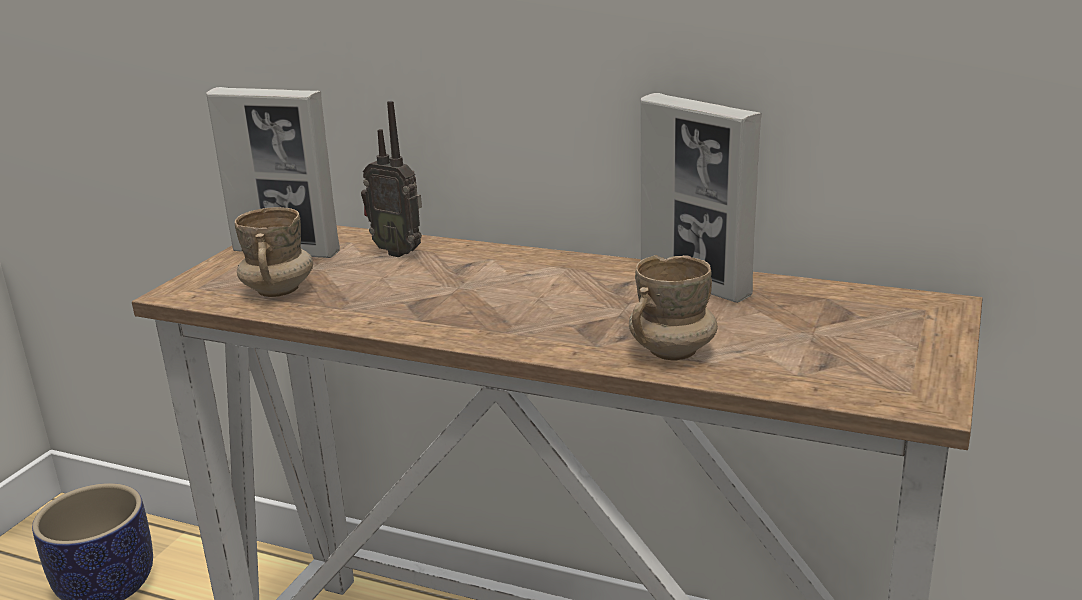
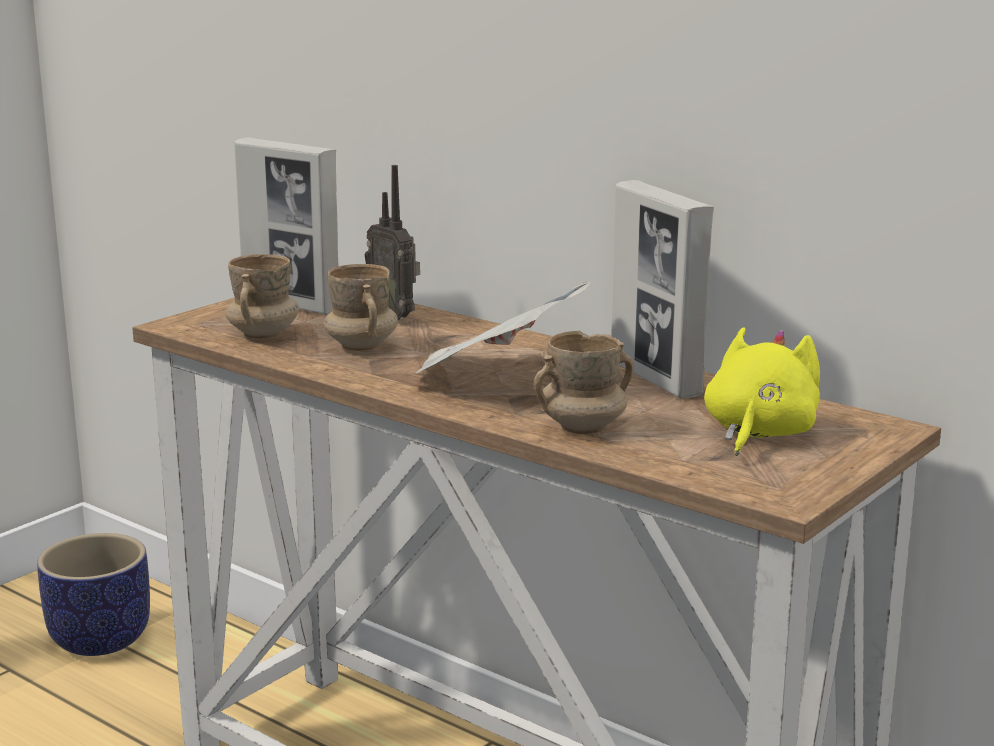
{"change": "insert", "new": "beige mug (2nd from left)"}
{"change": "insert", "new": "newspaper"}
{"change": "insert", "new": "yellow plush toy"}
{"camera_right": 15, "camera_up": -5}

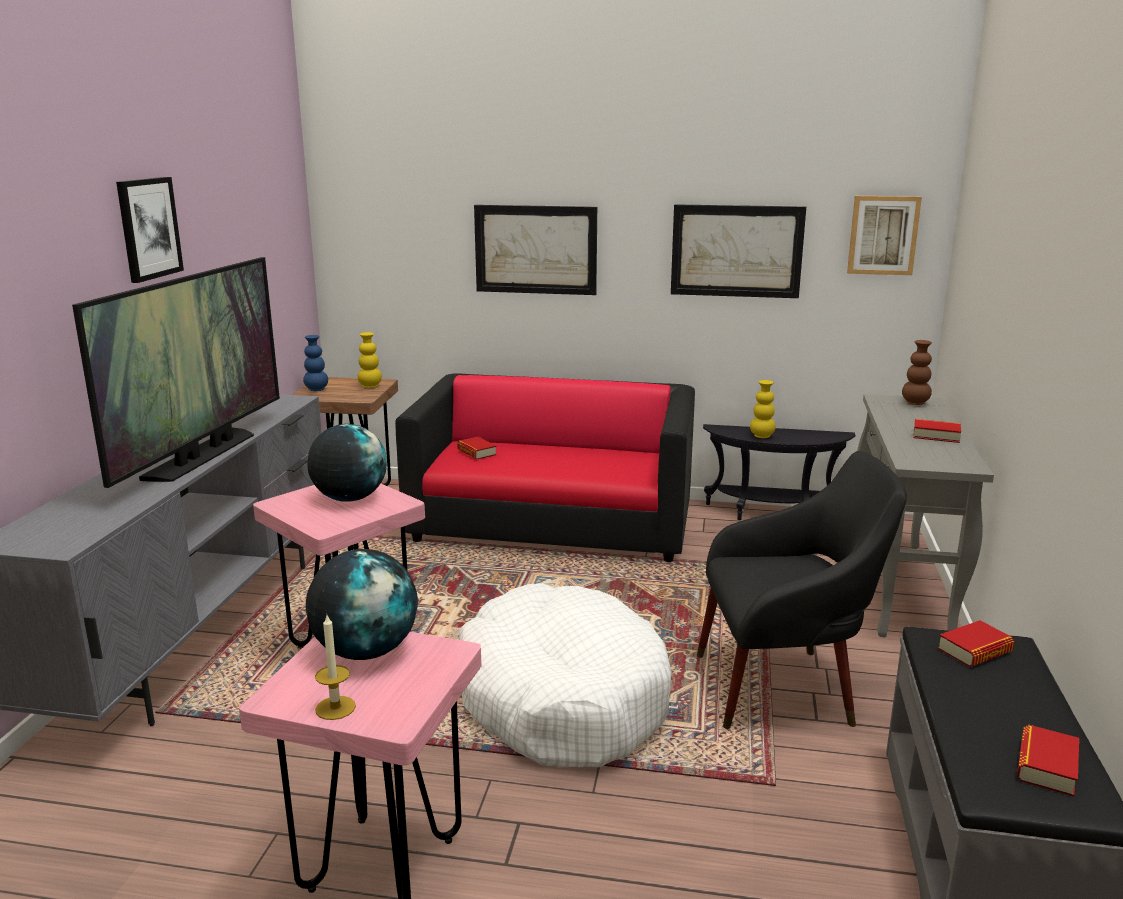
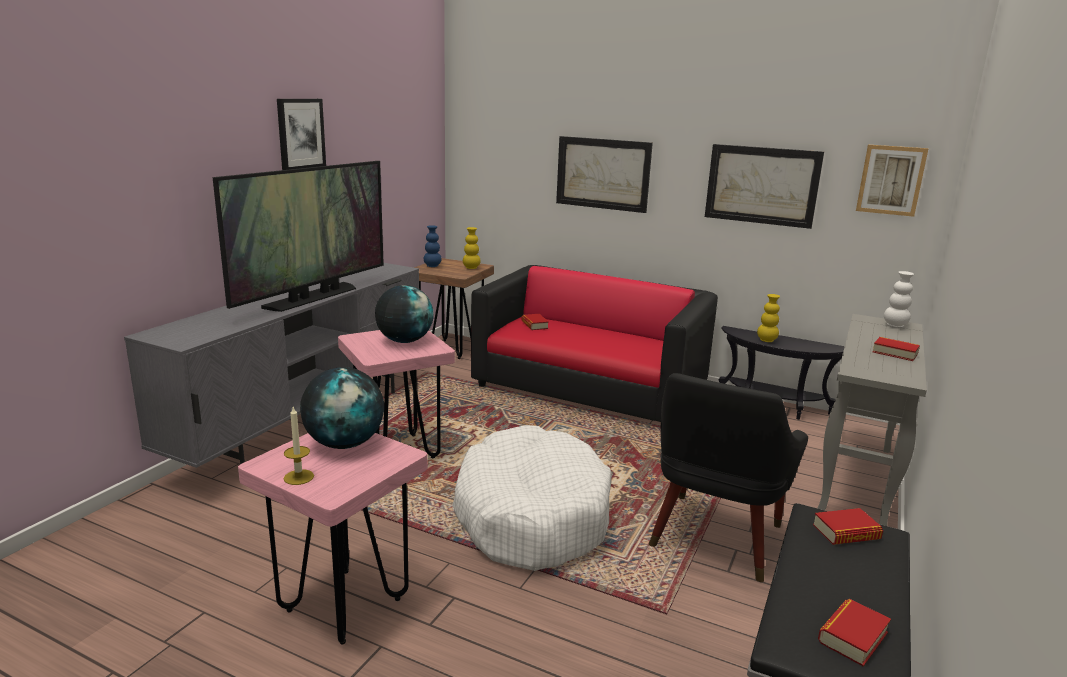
{"change": "rotate", "old": "black armchair", "degrees": 105}
{"change": "recolor", "old": "brown vase", "new": "white vase"}
{"camera_right": 15, "camera_up": 0}

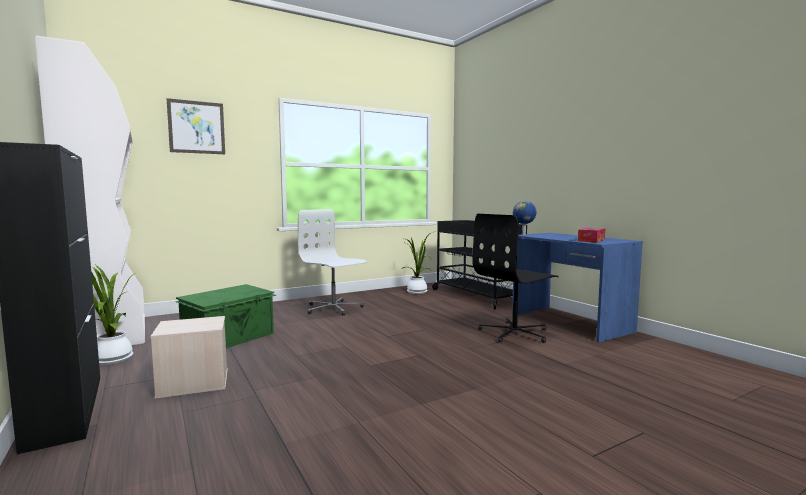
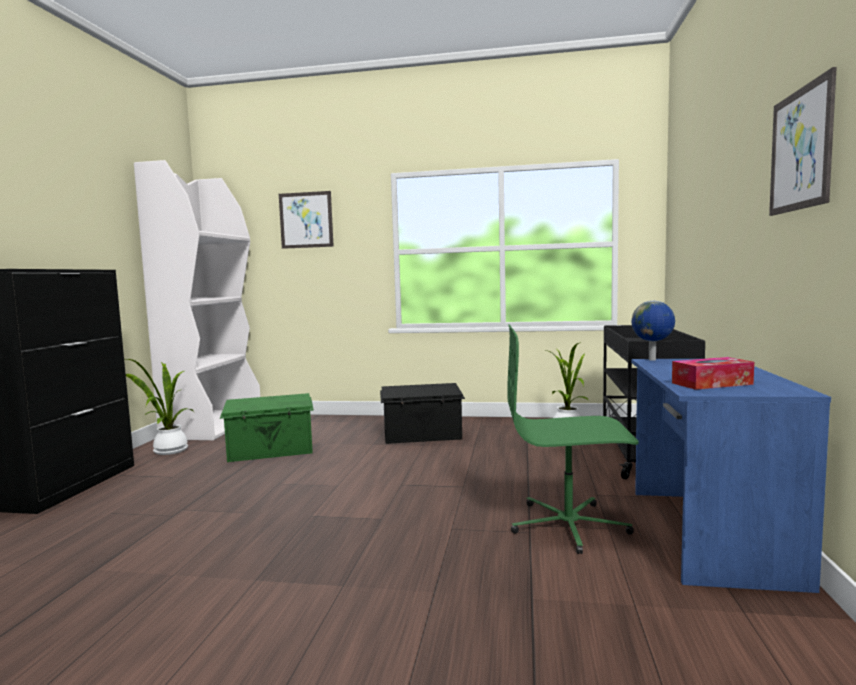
{"change": "delete", "old": "beige storage box"}
{"change": "replace", "old": "white office chair", "new": "black storage box"}
{"change": "recolor", "old": "black office chair", "new": "green office chair"}
{"change": "insert", "new": "picture (2nd from left)"}
{"camera_right": 40, "camera_up": 0}

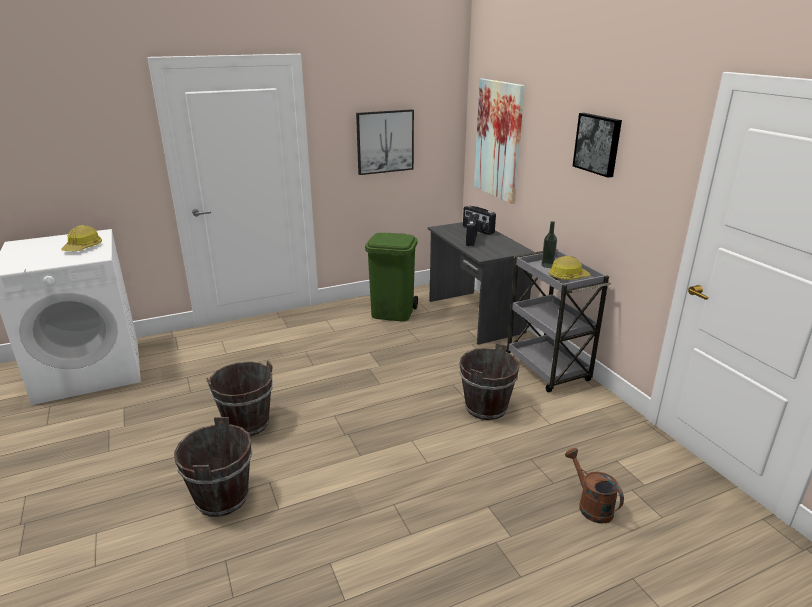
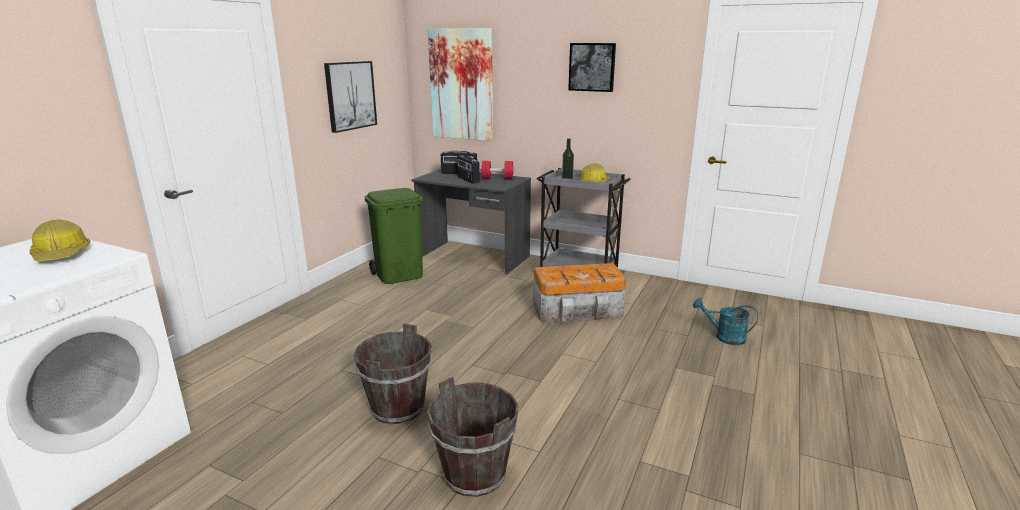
{"change": "replace", "old": "brown bucket (3rd from left)", "new": "storage box"}
{"change": "recolor", "old": "brown watering can", "new": "turquoise watering can"}
{"change": "insert", "new": "red dumbbell"}
{"camera_right": -40, "camera_up": -5}

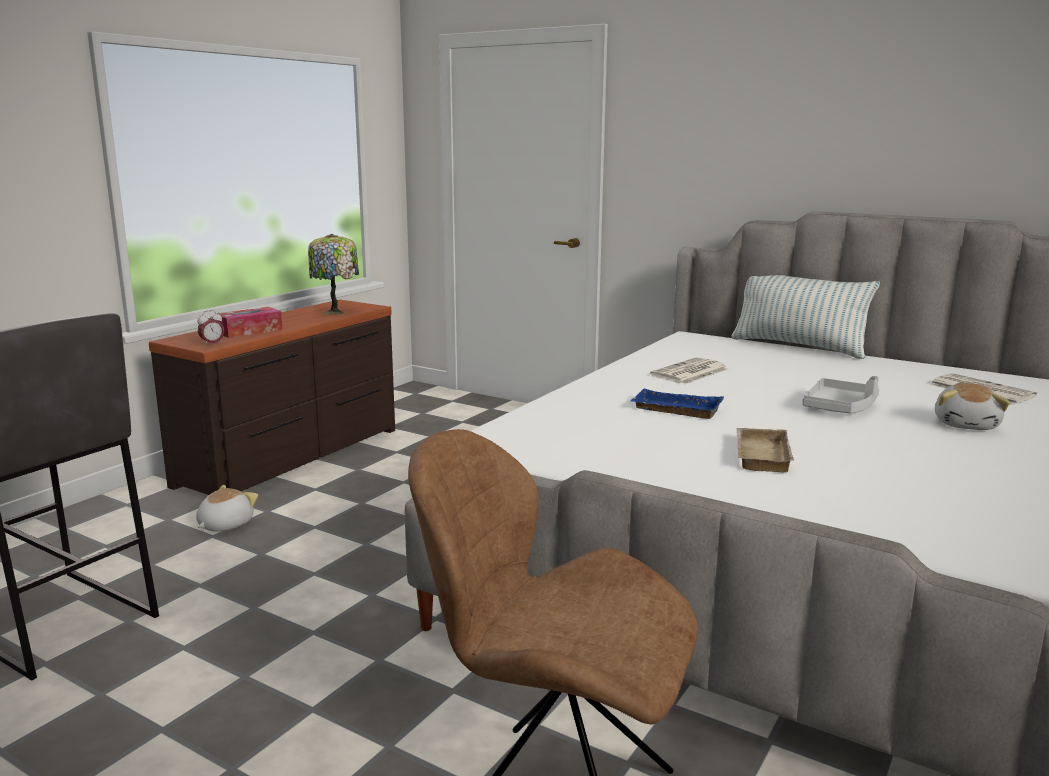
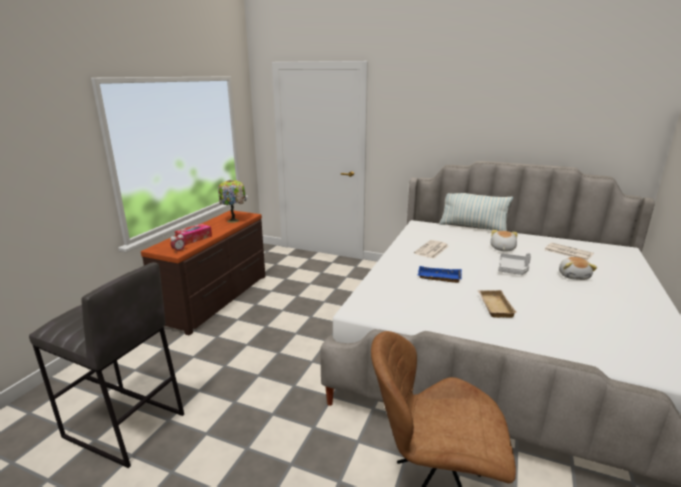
{"change": "move", "old": "plush toy (1st from left)"}
{"camera_right": -10, "camera_up": 5}

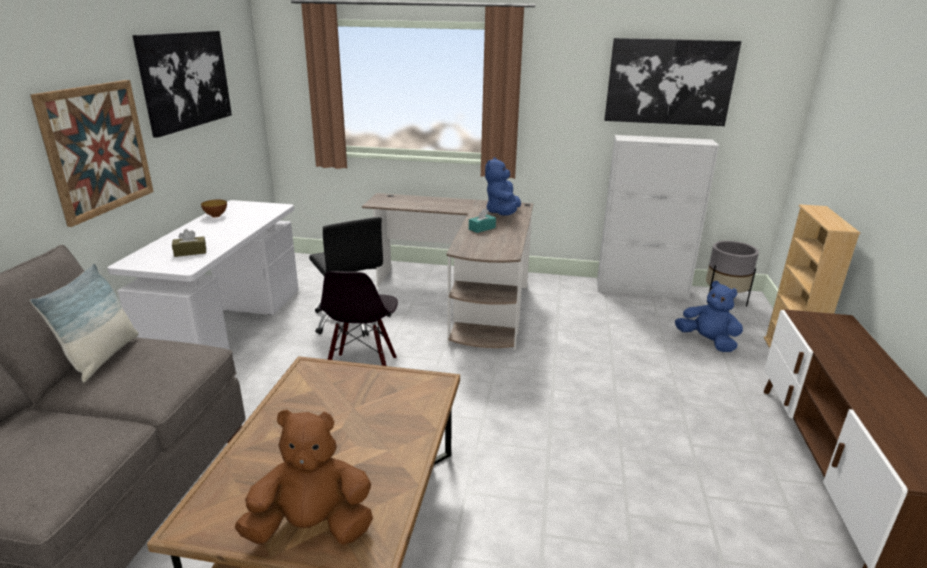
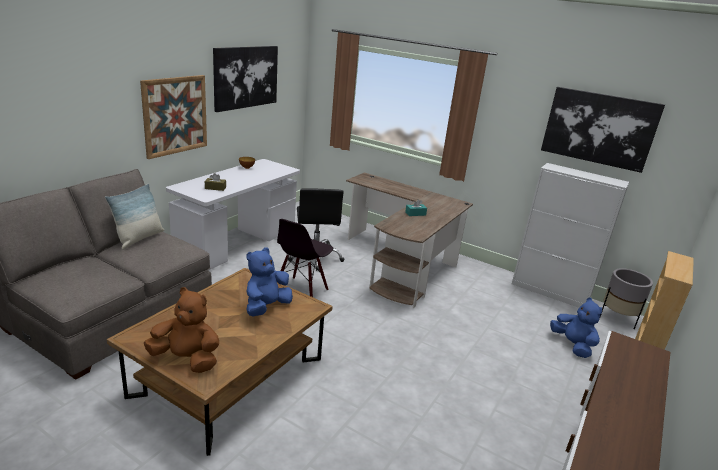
{"change": "move", "old": "blue plush toy (1st from left)"}
{"camera_right": 20, "camera_up": 0}

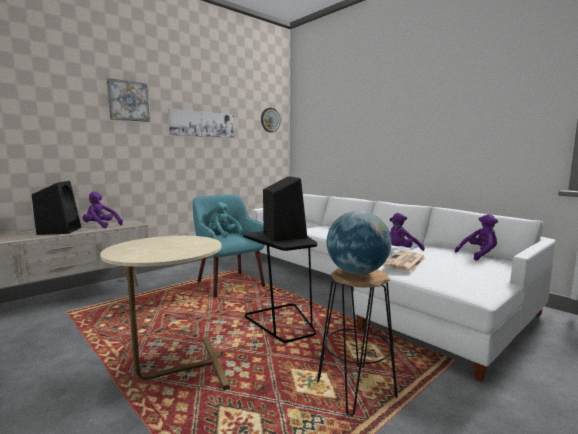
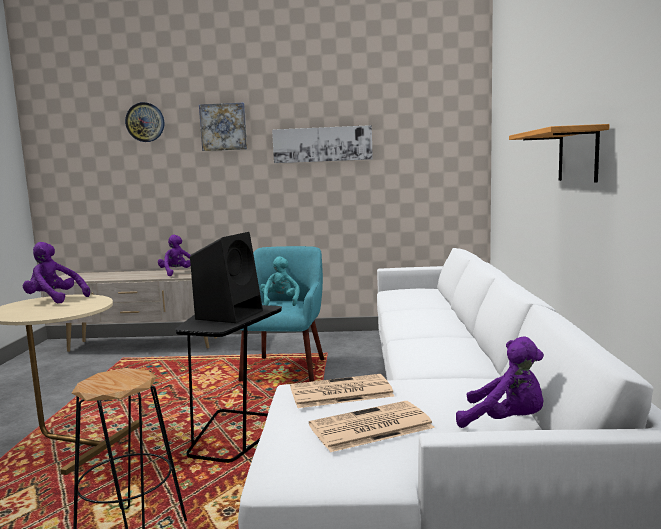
{"change": "delete", "old": "black speaker (1st from left)"}
{"change": "move", "old": "wall clock"}
{"change": "delete", "old": "globe"}
{"change": "move", "old": "purple plush toy (2nd from left in the first image)", "new": "purple plush toy (1st from left)"}
{"change": "insert", "new": "newspaper (2nd from left)"}
{"change": "insert", "new": "shelf"}
{"camera_right": 45, "camera_up": 0}

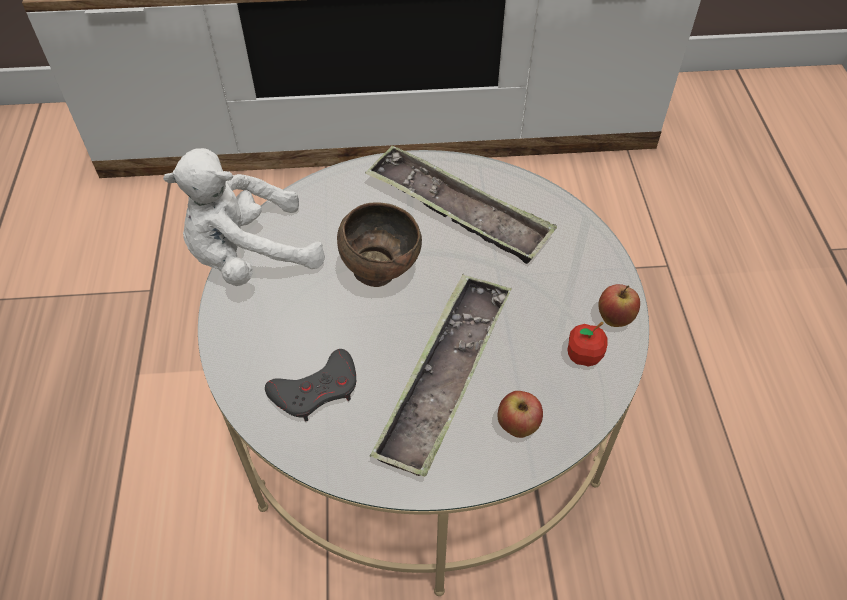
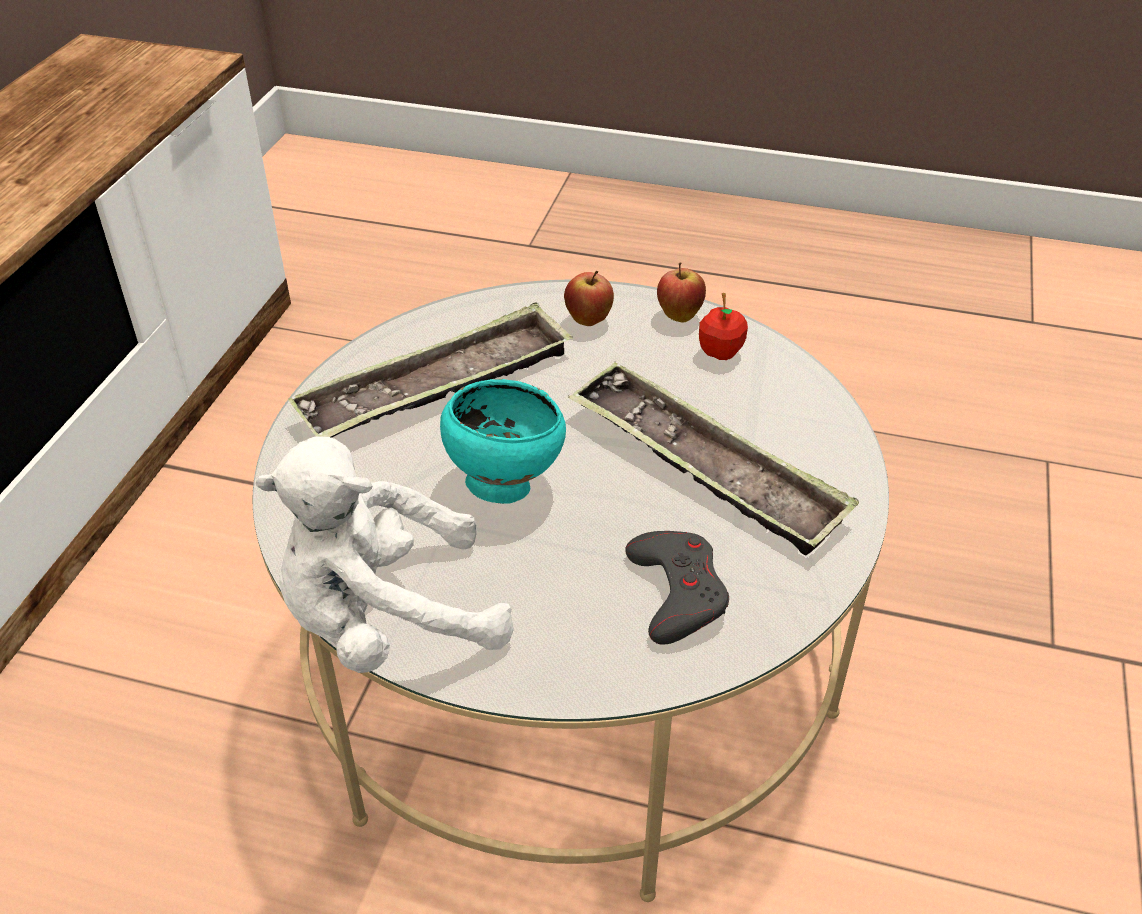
{"change": "rotate", "old": "white plush toy", "degrees": 75}
{"change": "recolor", "old": "brown bowl", "new": "turquoise bowl"}
{"change": "move", "old": "apple (1st from left)"}
{"camera_right": -70, "camera_up": -10}

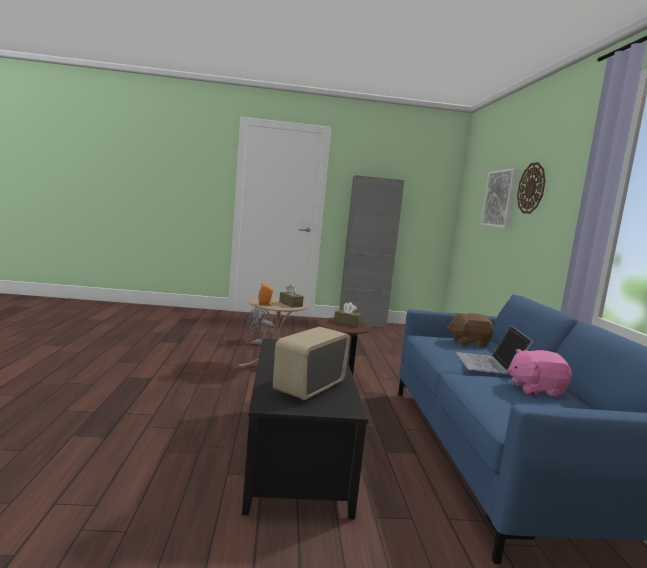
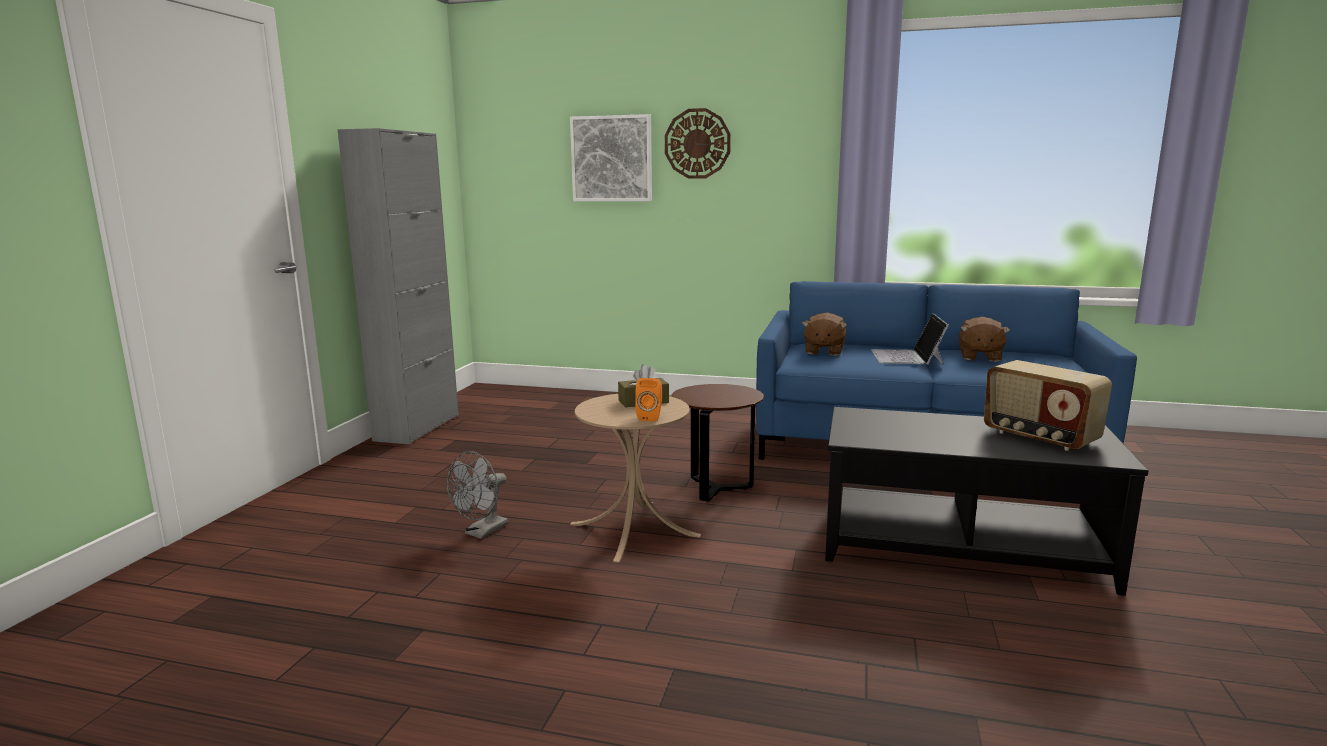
{"change": "delete", "old": "brown tissue box (2nd from left)"}
{"change": "rotate", "old": "laptop", "degrees": 75}
{"change": "recolor", "old": "pink plush toy", "new": "brown plush toy (2nd from left)"}
{"camera_right": -70, "camera_up": 5}

